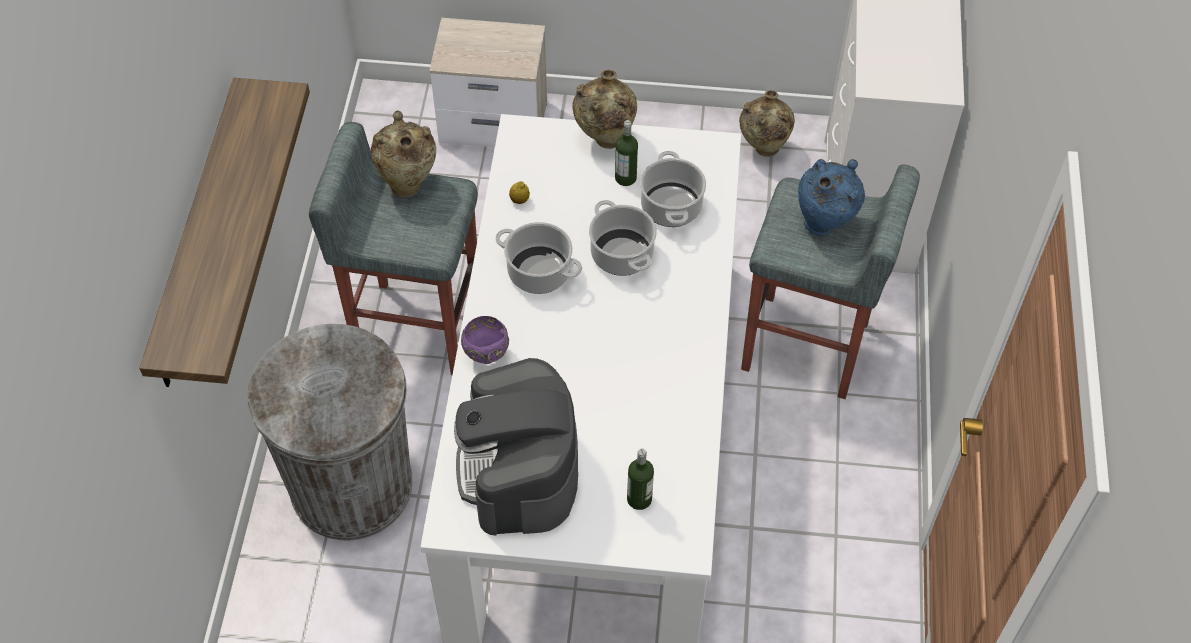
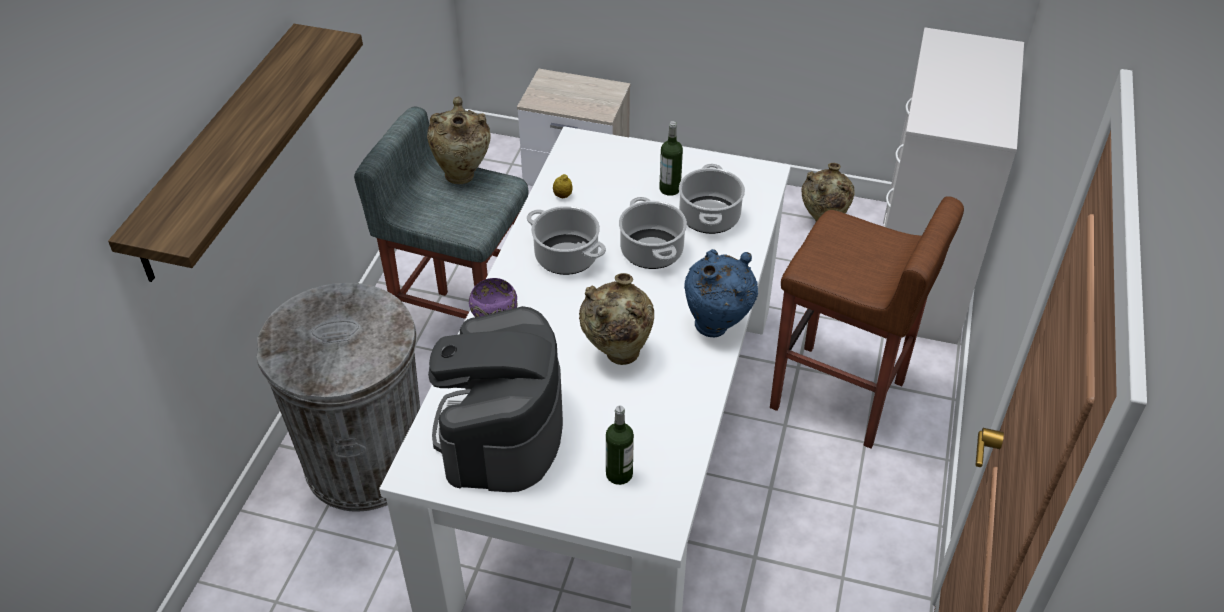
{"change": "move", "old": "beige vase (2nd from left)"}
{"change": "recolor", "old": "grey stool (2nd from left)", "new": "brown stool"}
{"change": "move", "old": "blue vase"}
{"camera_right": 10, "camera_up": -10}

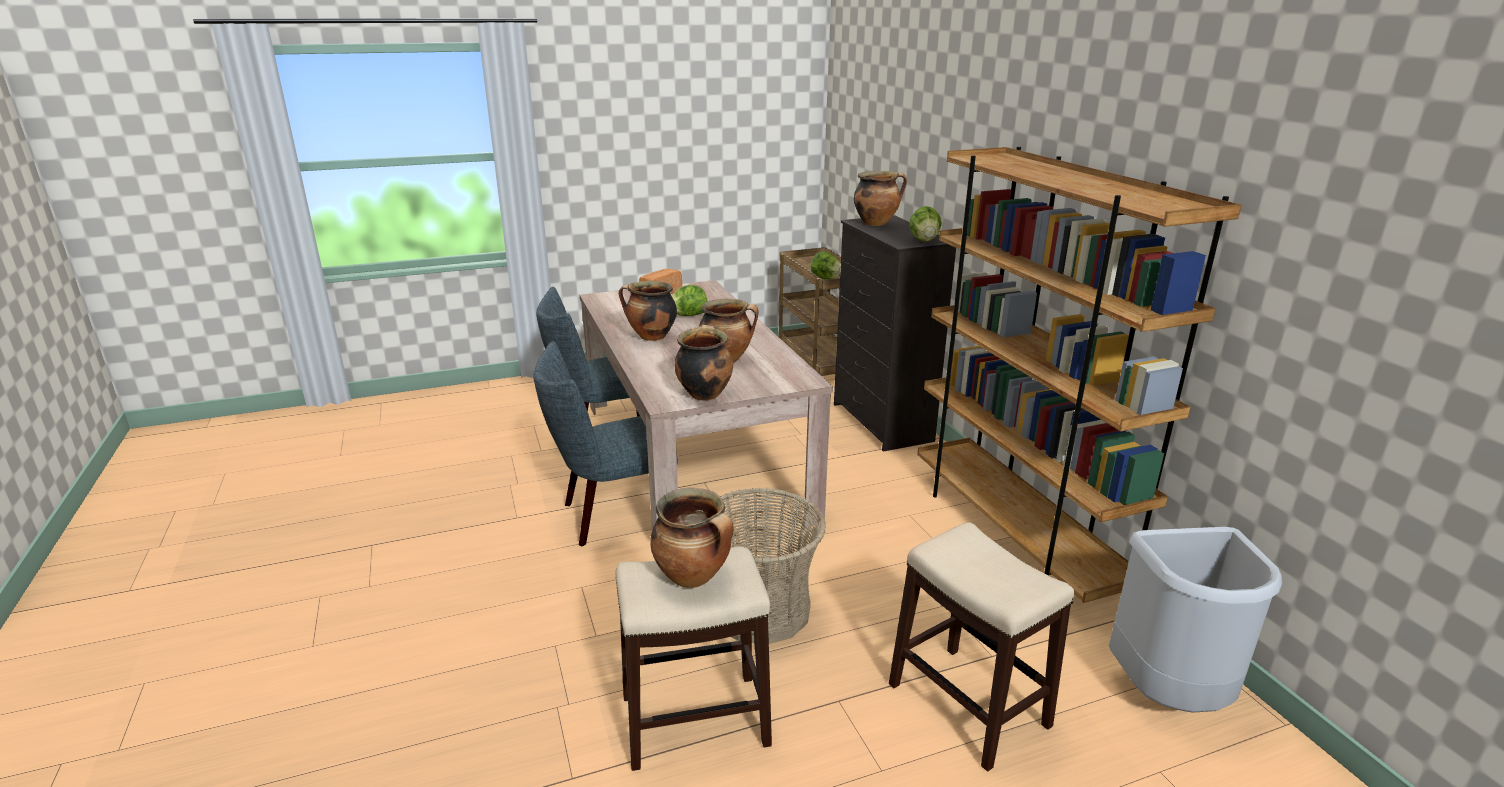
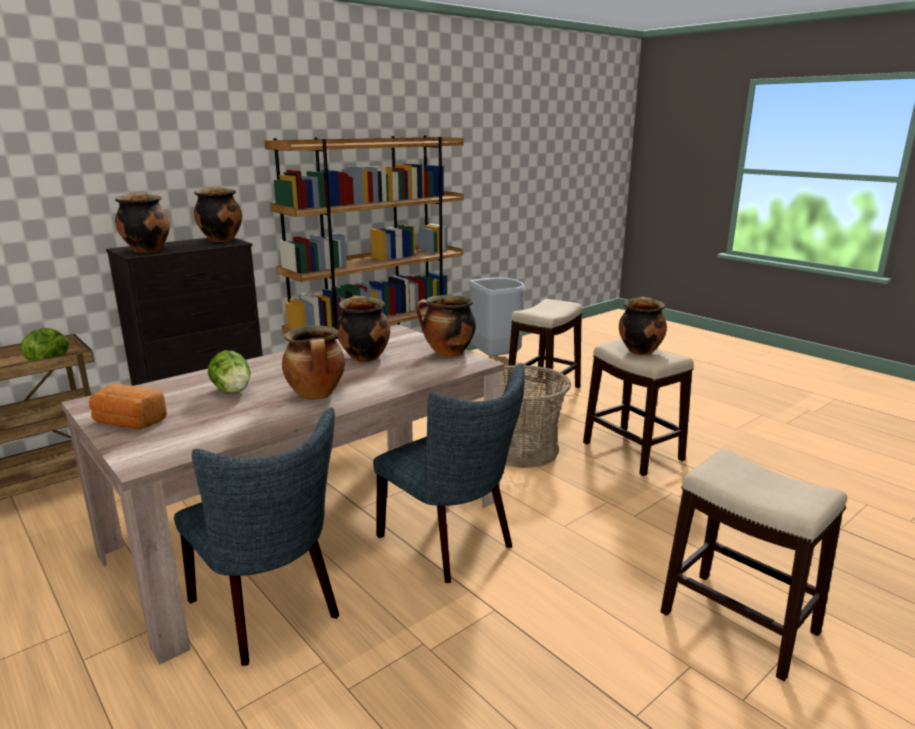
{"change": "replace", "old": "lettuce (3rd from left)", "new": "cooking pot (2nd from left)"}
{"change": "insert", "new": "stool (3rd from left)"}
{"camera_right": -110, "camera_up": -5}

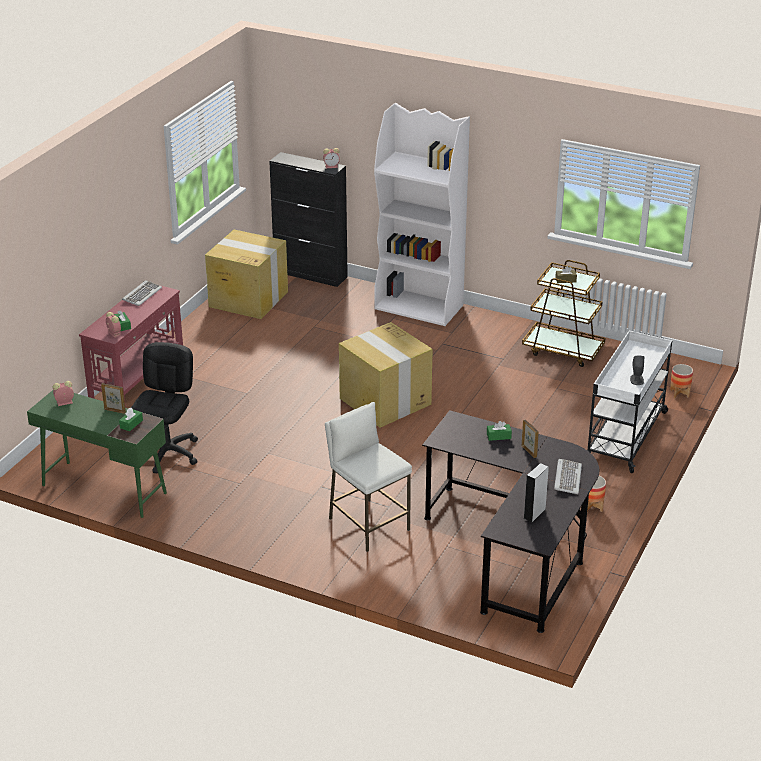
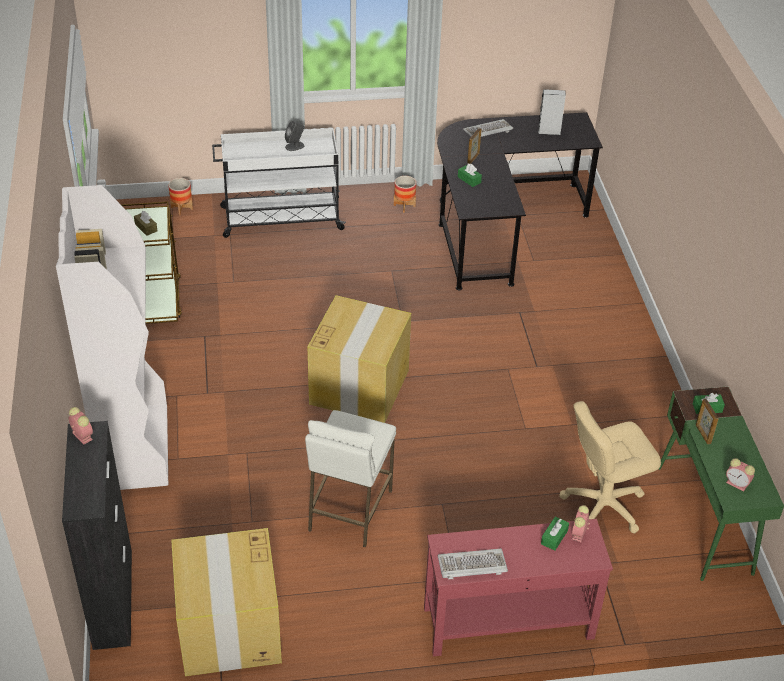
{"change": "recolor", "old": "black office chair", "new": "beige office chair"}
{"change": "move", "old": "white stool"}
{"camera_right": -125, "camera_up": 10}

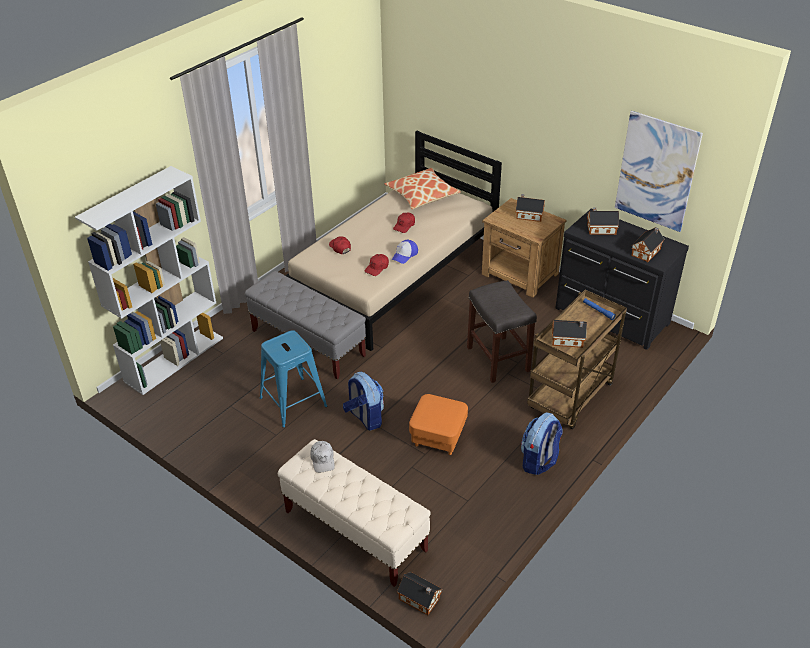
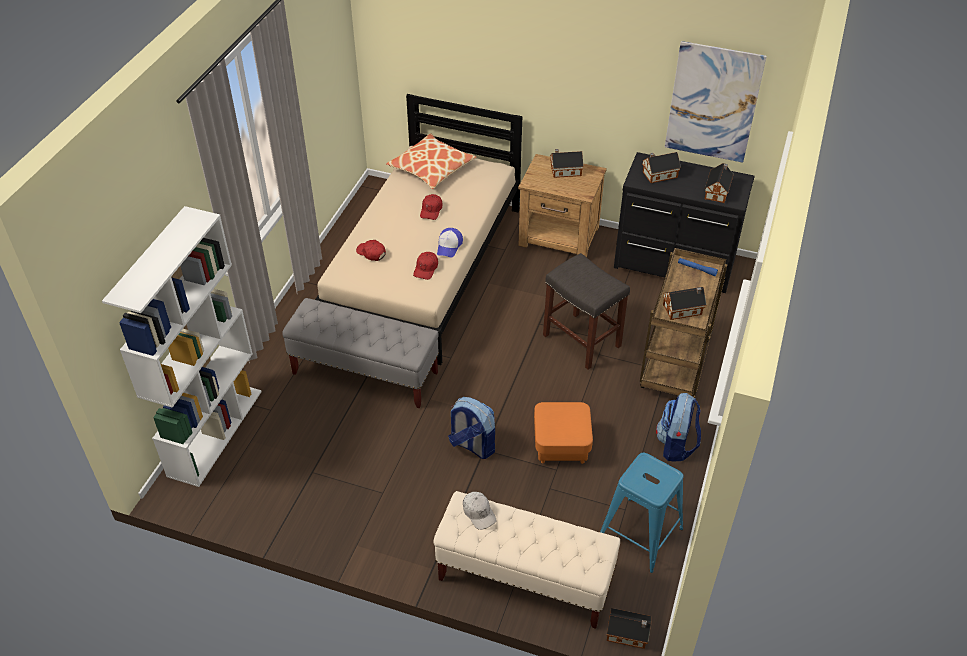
{"change": "move", "old": "blue stool"}
{"camera_right": -20, "camera_up": 5}

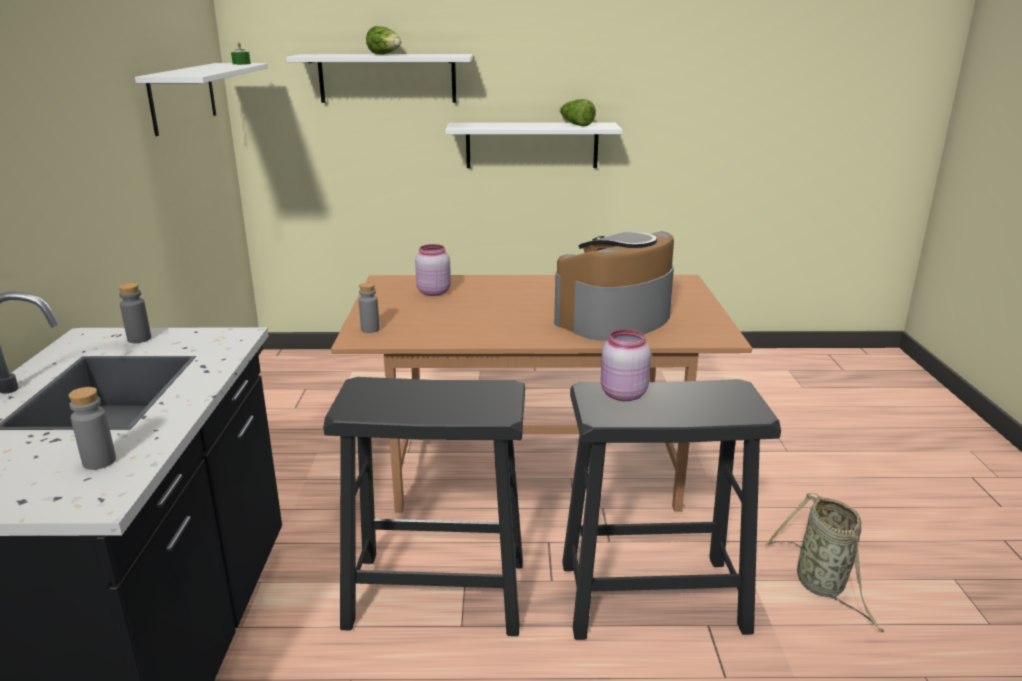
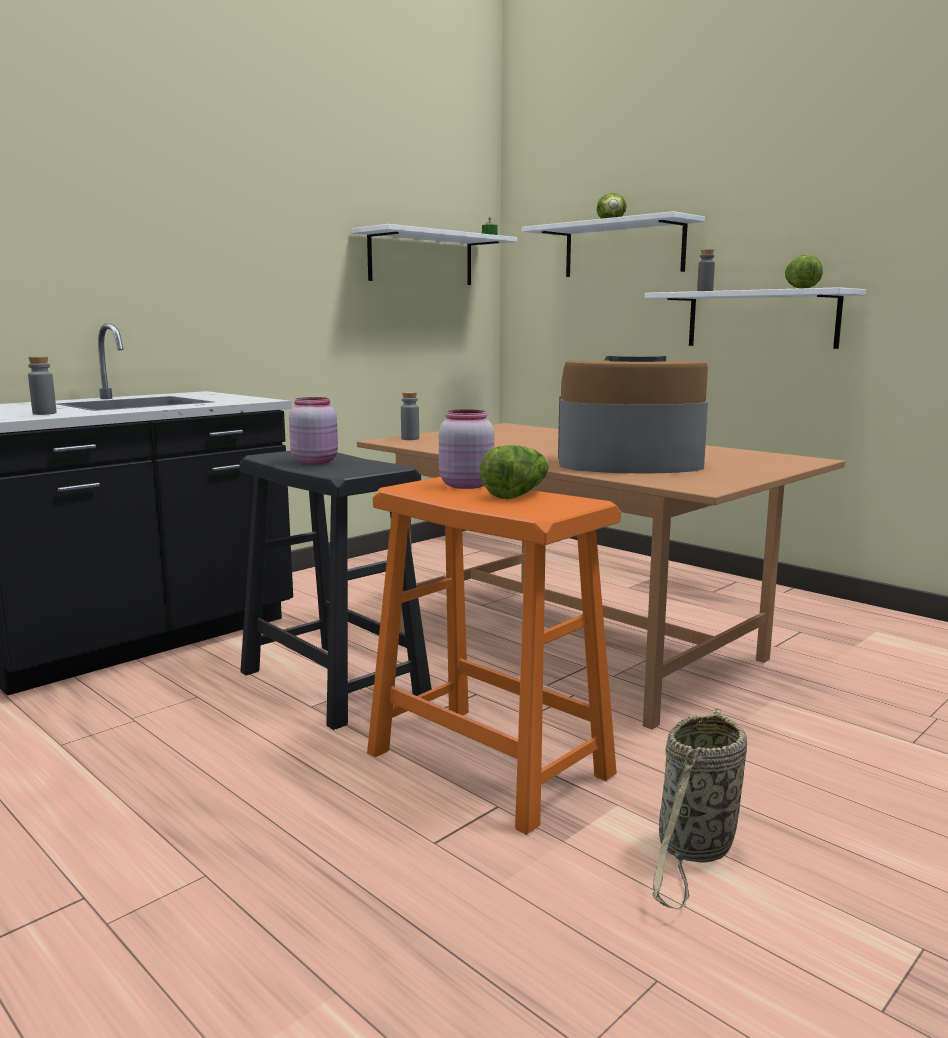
{"change": "move", "old": "grey bottle (2nd from left in the first image)", "new": "grey bottle (3rd from left)"}
{"change": "move", "old": "pink jar (1st from left)"}
{"change": "recolor", "old": "black stool (2nd from left)", "new": "orange stool"}
{"change": "insert", "new": "lettuce (1st from left)"}
{"camera_right": 45, "camera_up": -10}

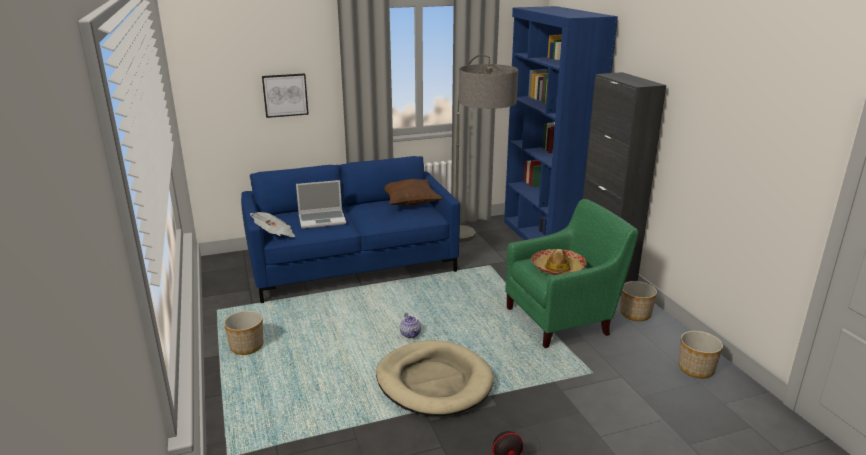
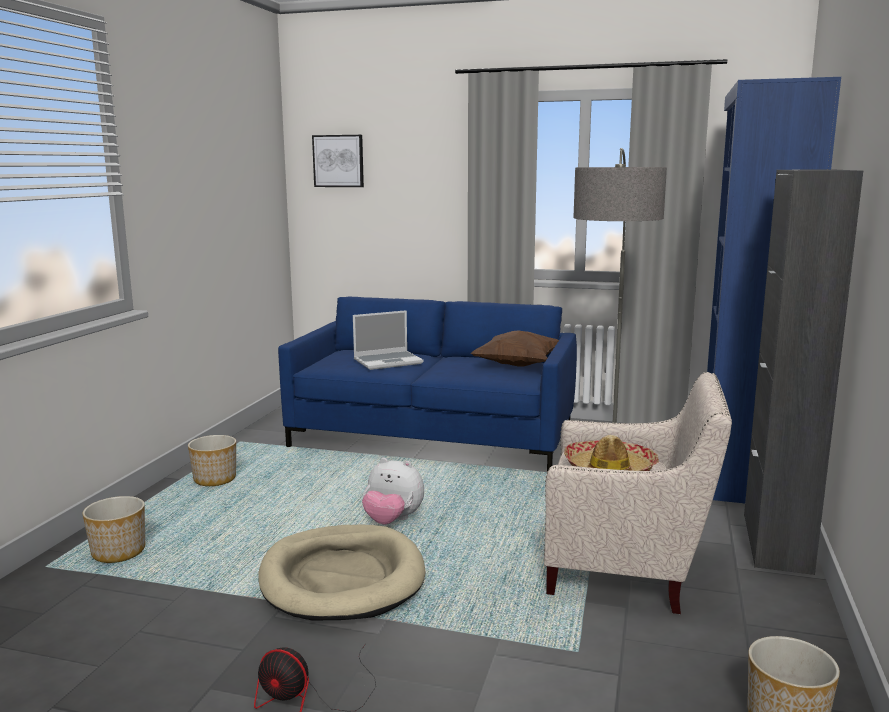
{"change": "delete", "old": "newspaper"}
{"change": "move", "old": "picture"}
{"change": "rotate", "old": "laptop", "degrees": -45}
{"change": "replace", "old": "teapot", "new": "plush toy"}
{"change": "recolor", "old": "green armchair", "new": "beige armchair"}
{"change": "move", "old": "planter (2nd from left in the first image)", "new": "planter (1st from left)"}
{"camera_right": 35, "camera_up": -10}

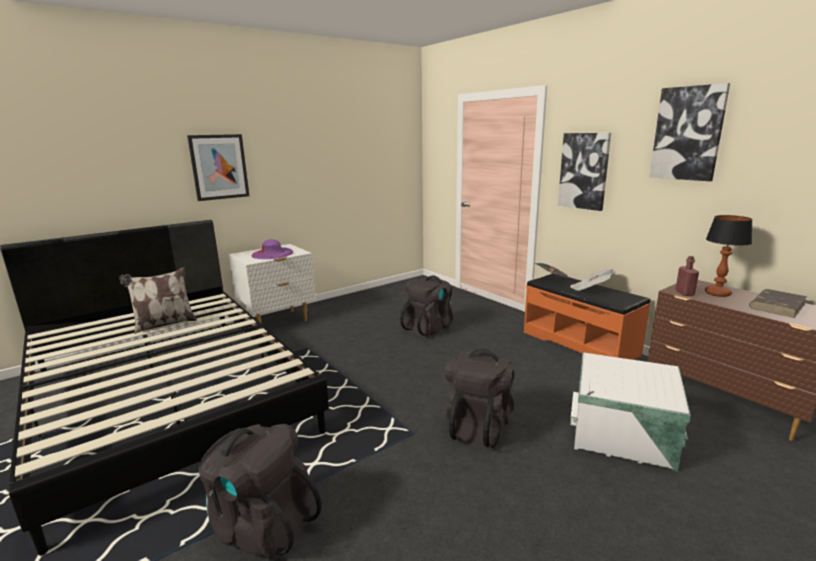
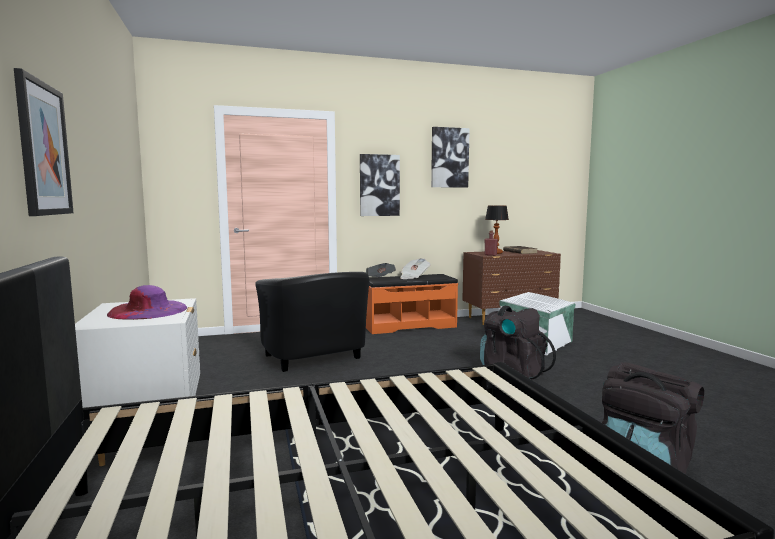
{"change": "delete", "old": "pillow"}
{"change": "replace", "old": "black backpack (2nd from left)", "new": "black armchair"}
{"camera_right": -70, "camera_up": -10}

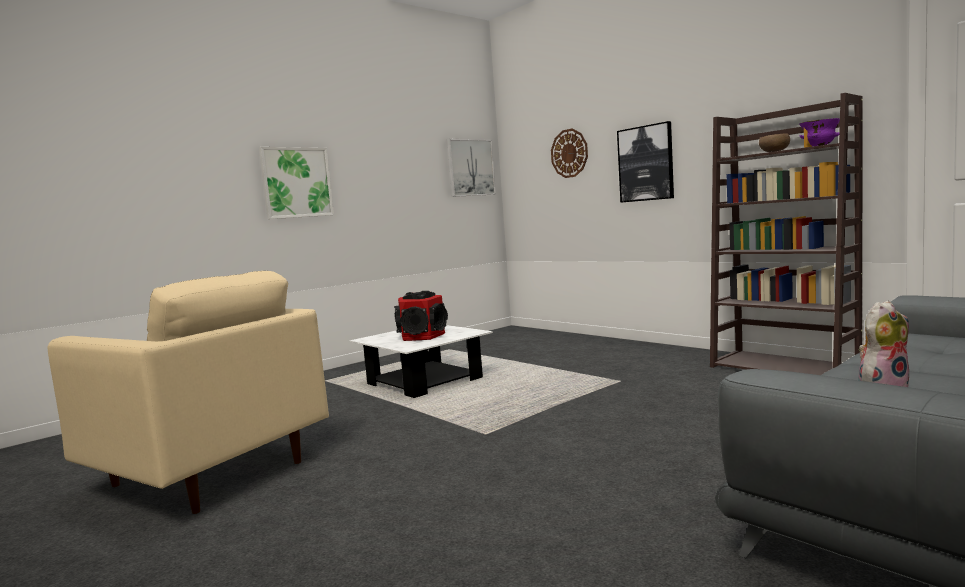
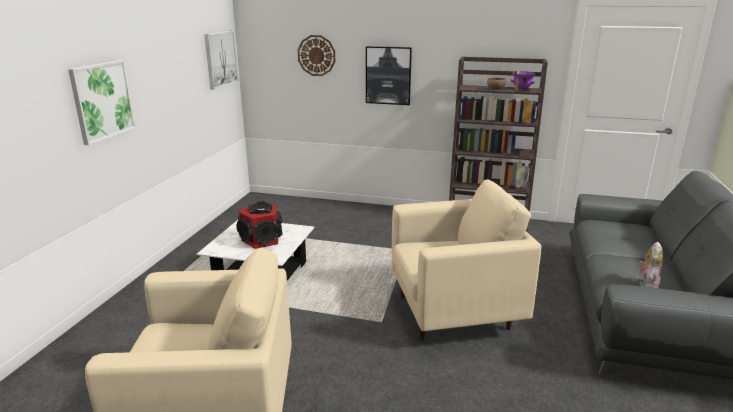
{"change": "insert", "new": "beige armchair (2nd from left)"}
{"camera_right": -35, "camera_up": 15}

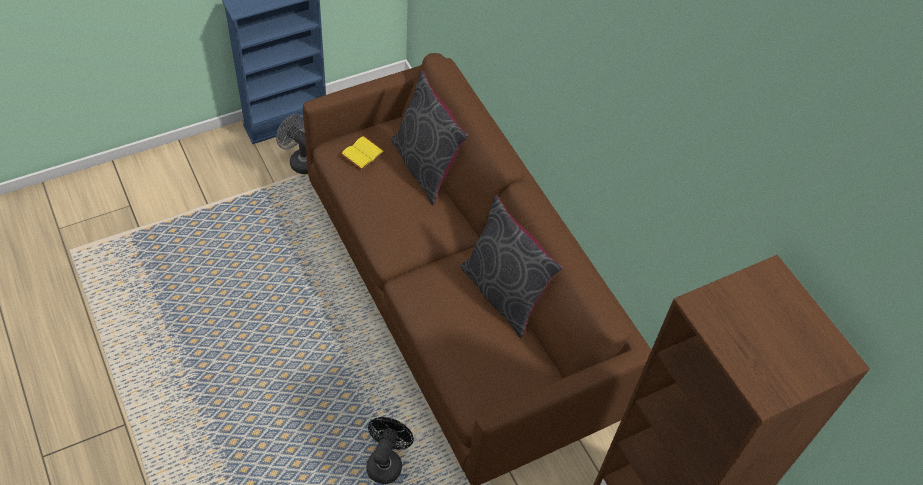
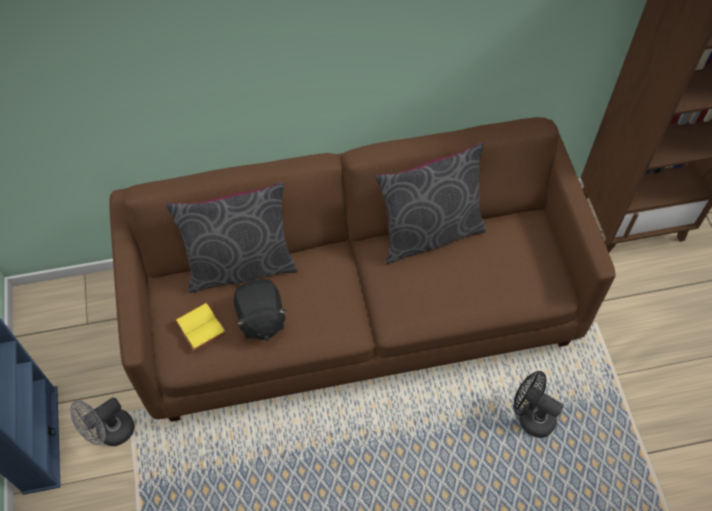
{"change": "insert", "new": "black plush toy"}
{"camera_right": -70, "camera_up": 5}

